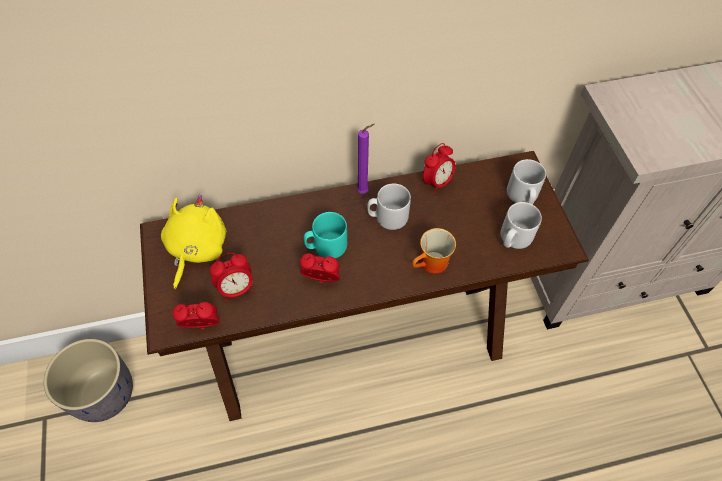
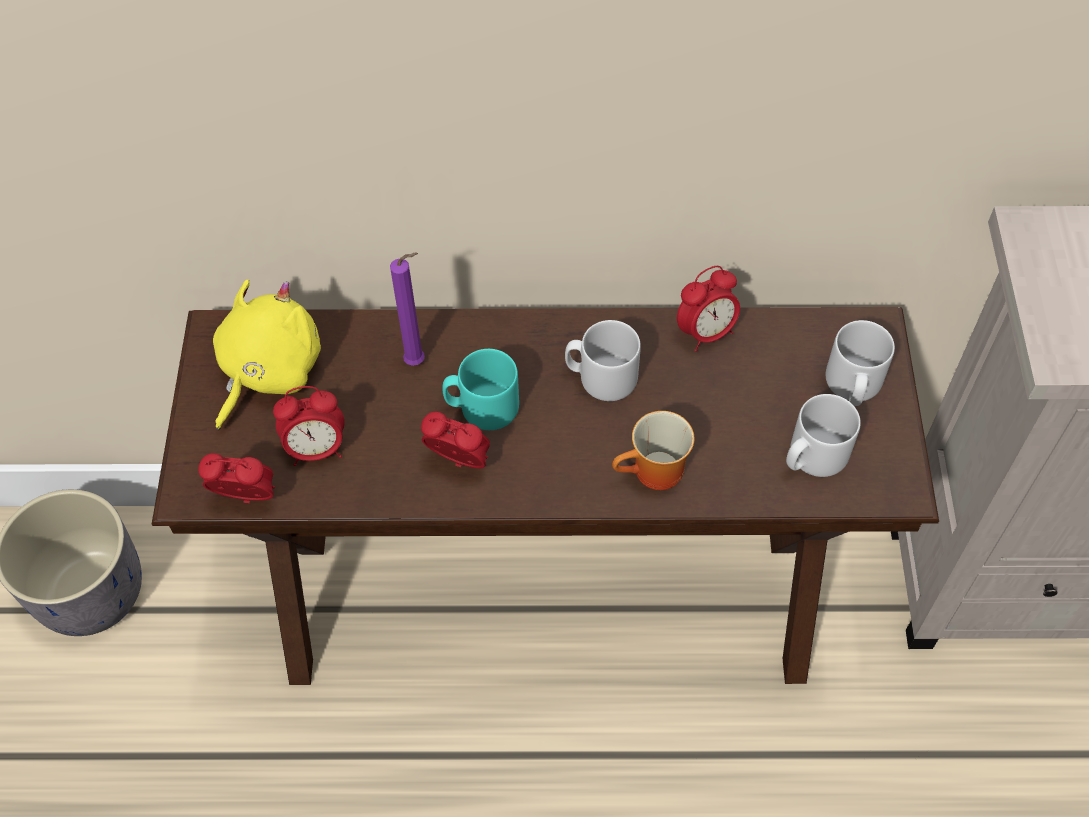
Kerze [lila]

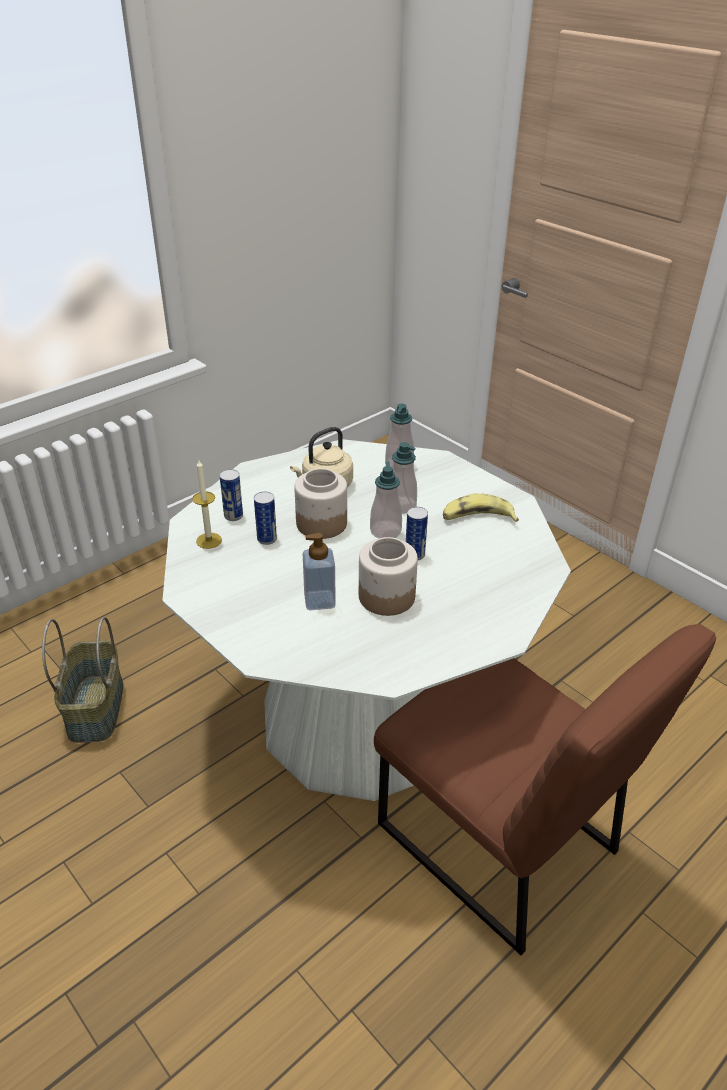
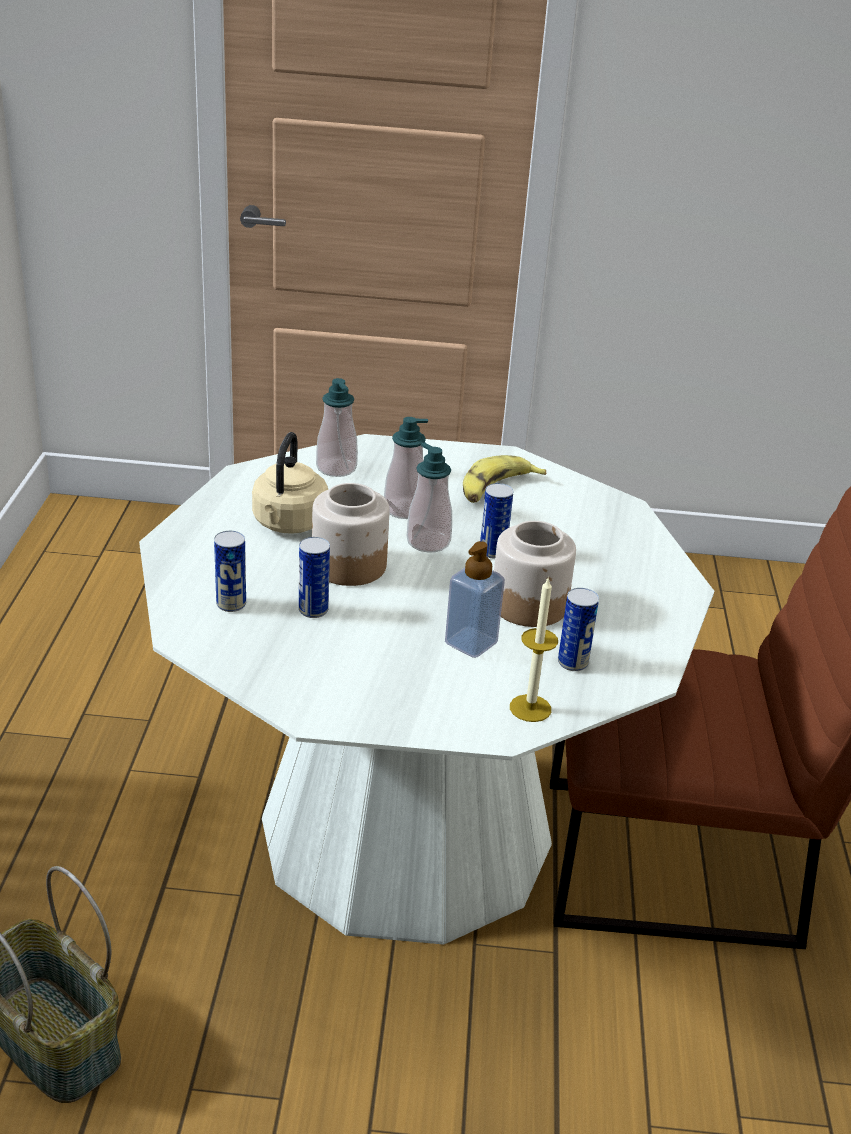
Dose (4th from left)
Kerze

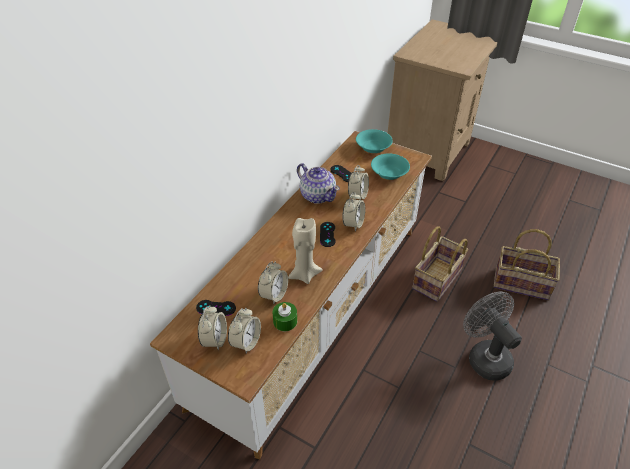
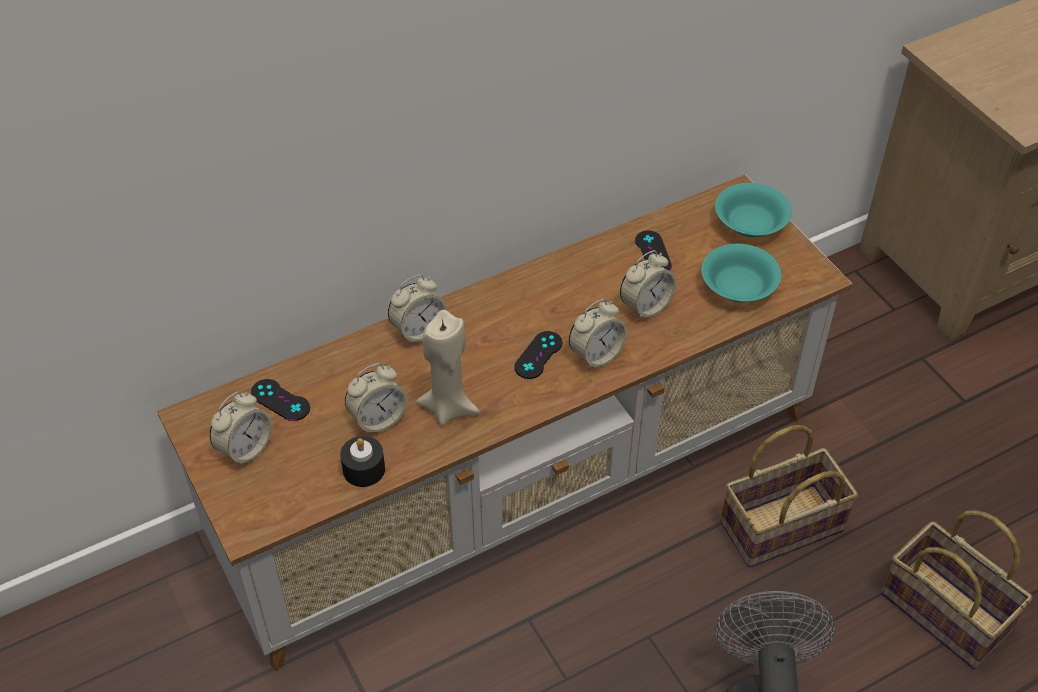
Teekanne
Wecker (3rd from left)
Kerze [schwarz]

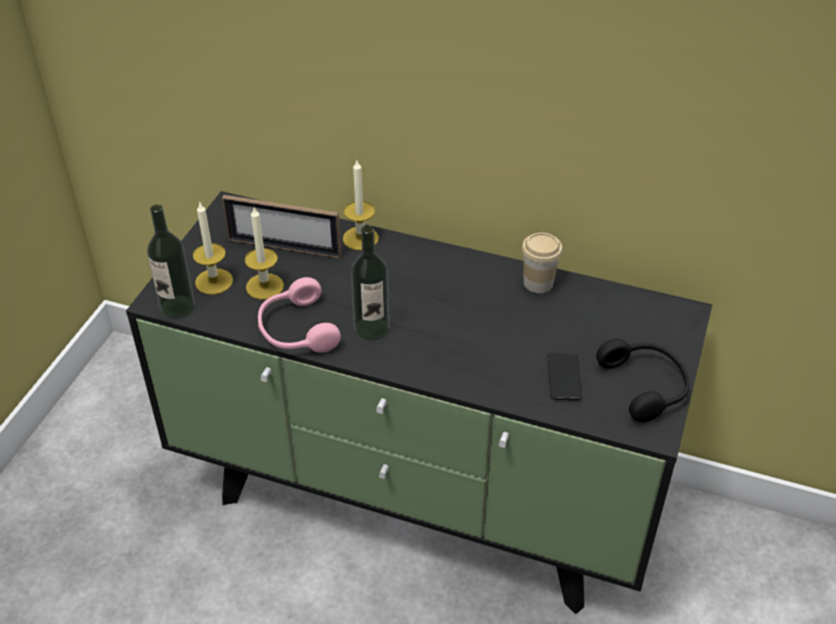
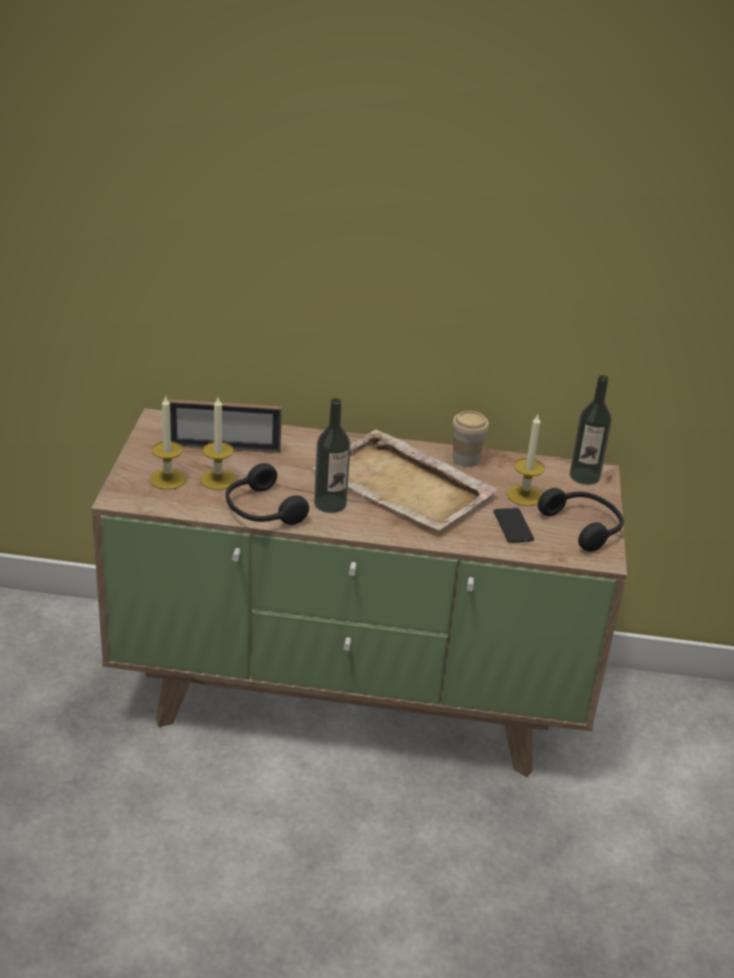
Tablett [beige]
Flasche (2nd from left)
Kerze (3rd from left)
Kommode [grün]
Kopfhörer [schwarz] (1st from left)

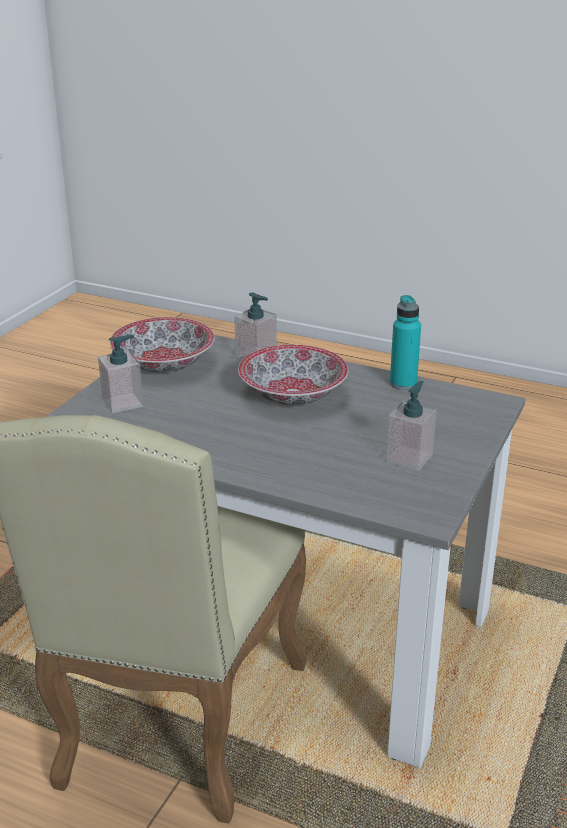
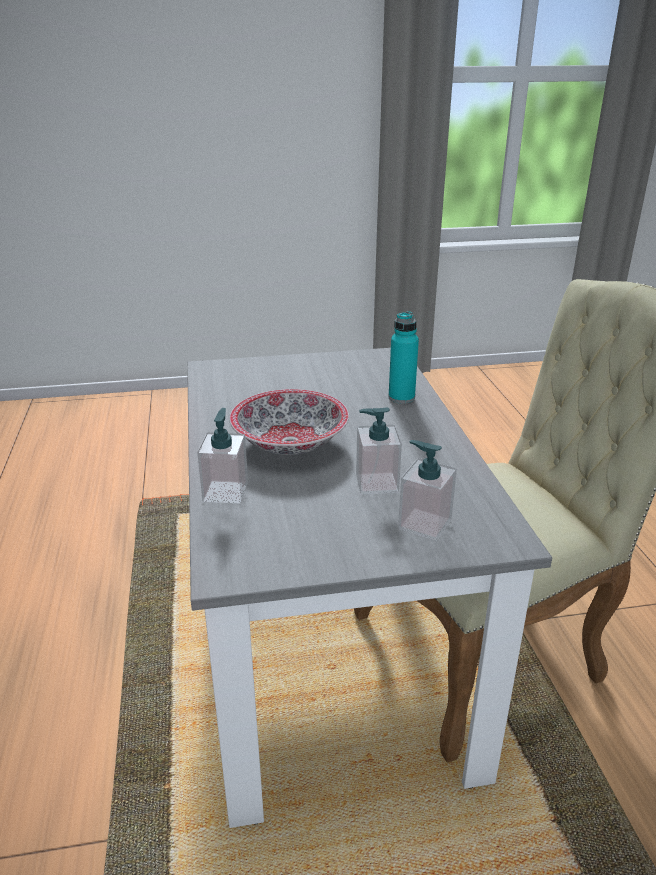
Schüssel (1st from left in the first image)
Seifenspender (2nd from left)
Flasche [türkis]

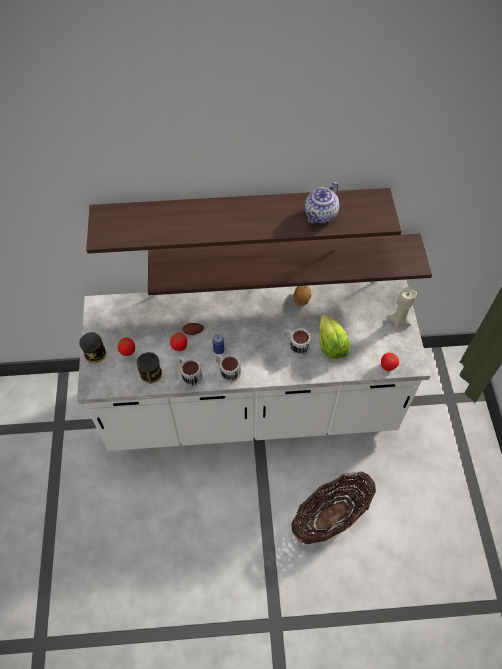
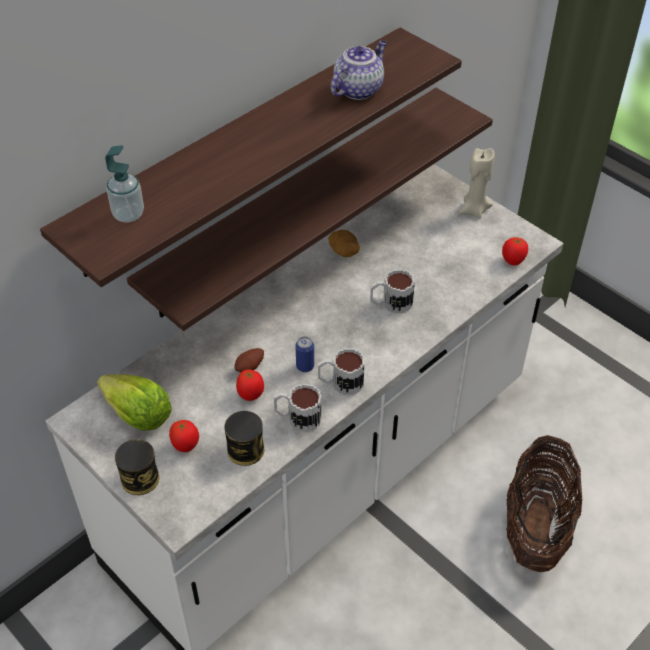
Seifenspender
Salatkopf
Teekanne

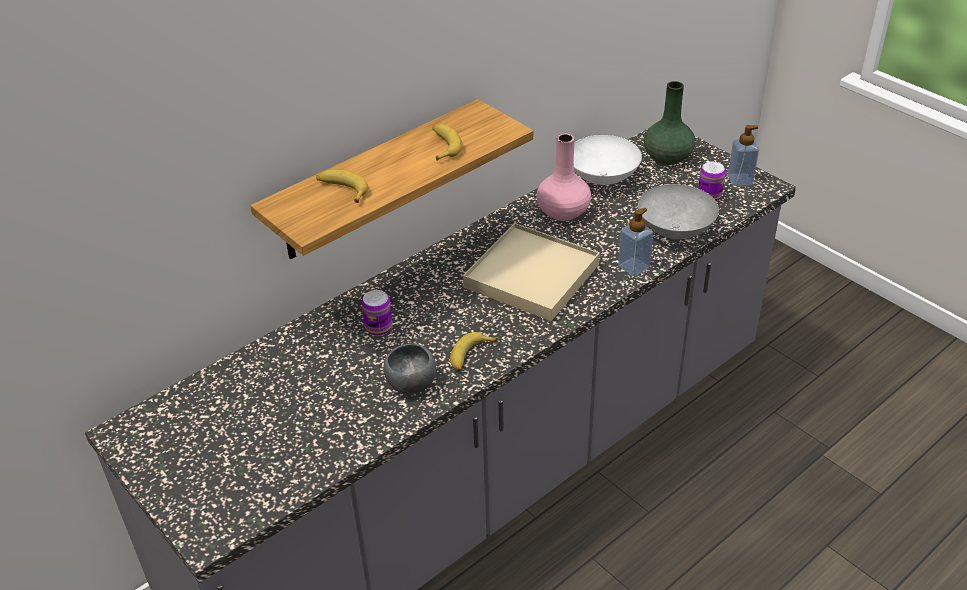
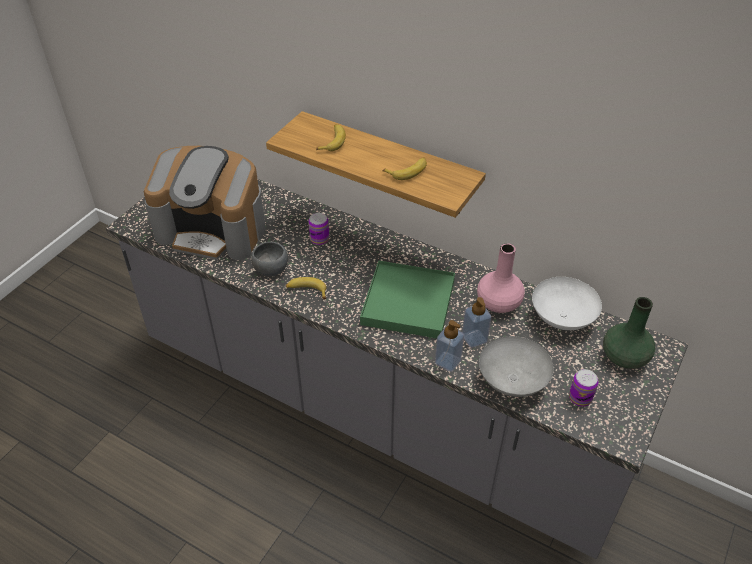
Kaffeemaschine
Seifenspender (2nd from left)
Tablett [grün]

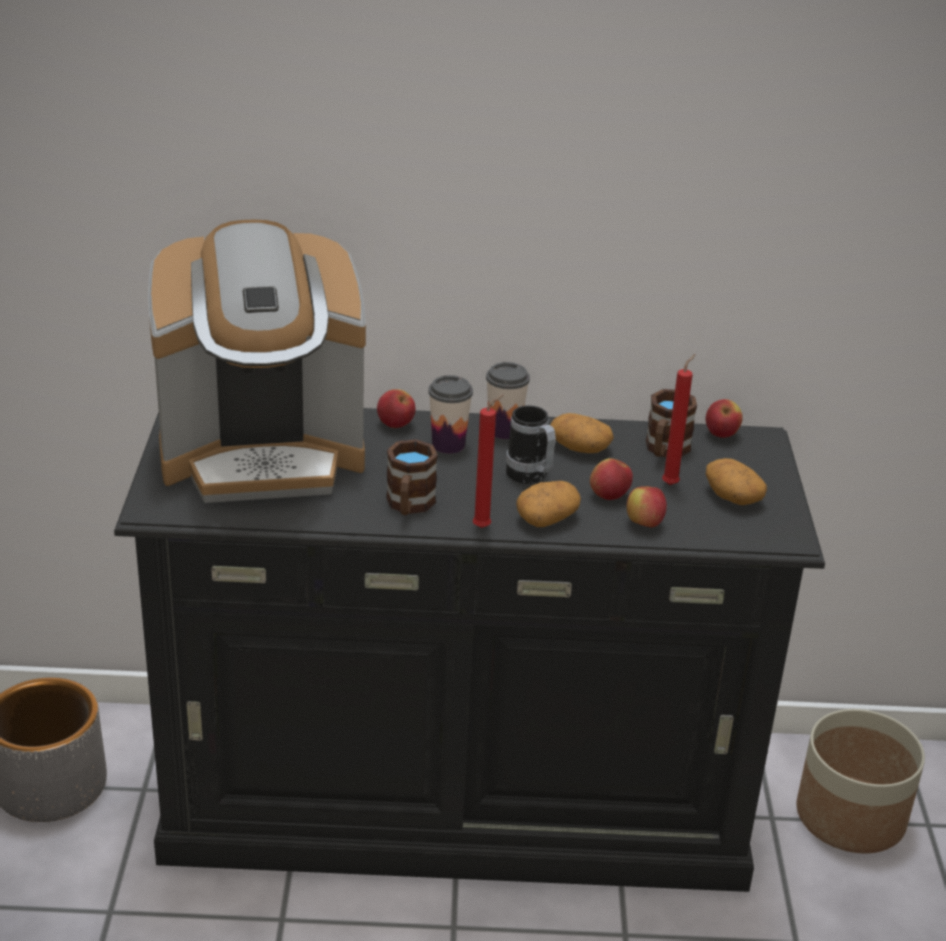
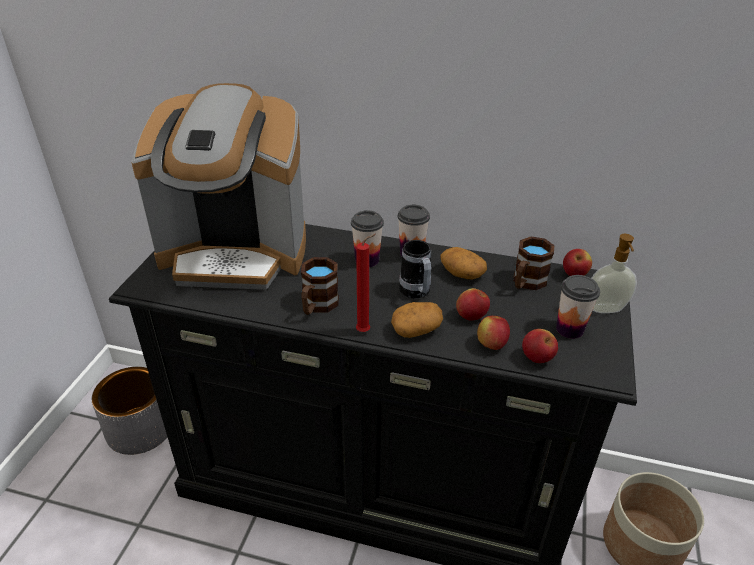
Kerze [rot] (2nd from left in the first image)
Seifenspender
Apfel (3rd from left)
Tasse (3rd from left)

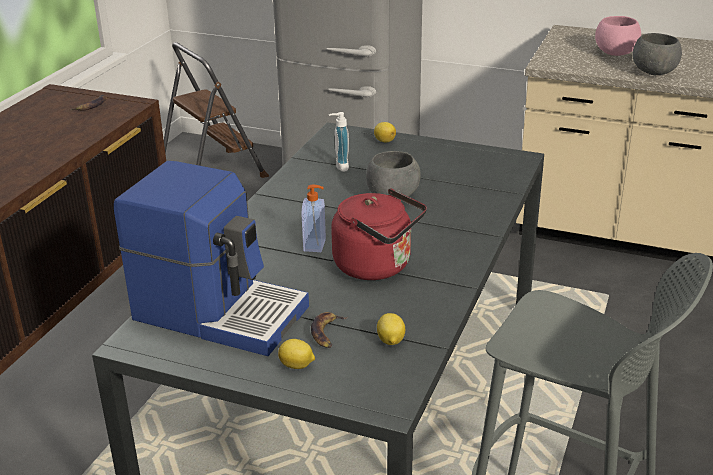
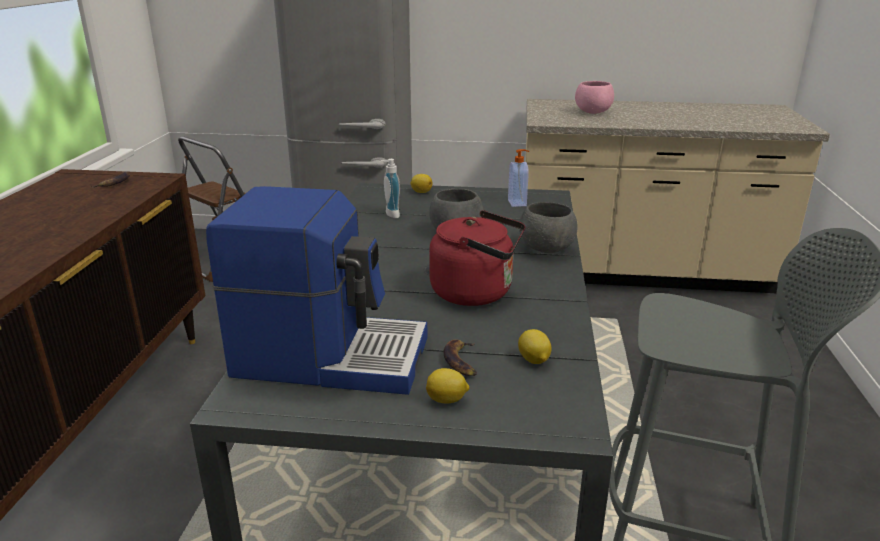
Seifenspender (2nd from left)
Schüssel [grau] (2nd from left)

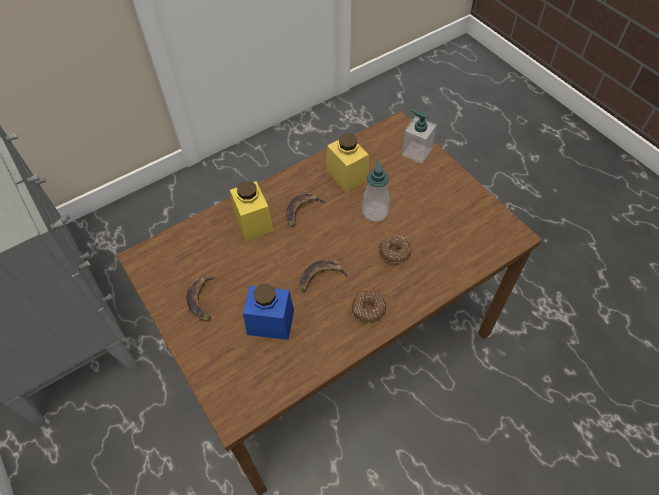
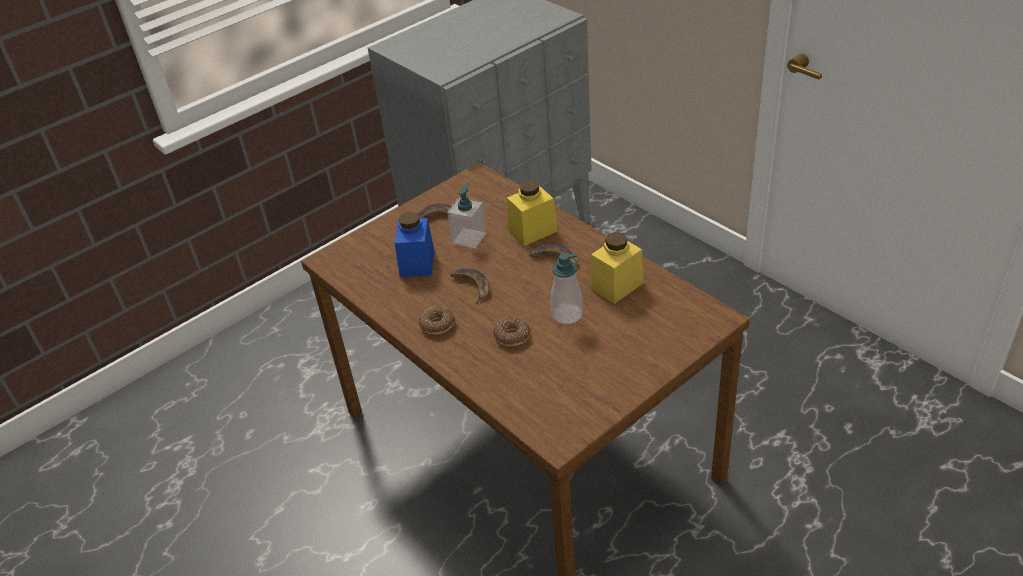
Seifenspender (1st from left)

